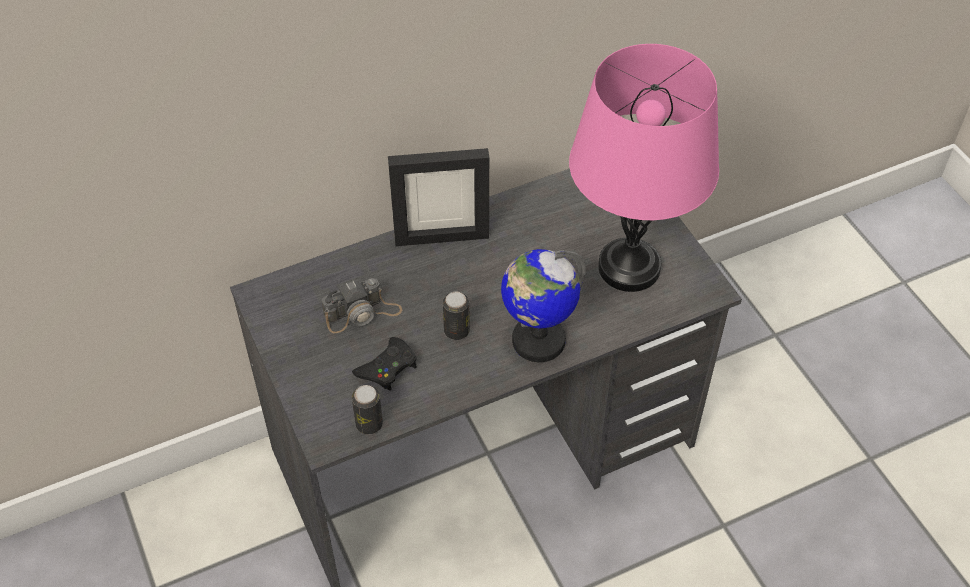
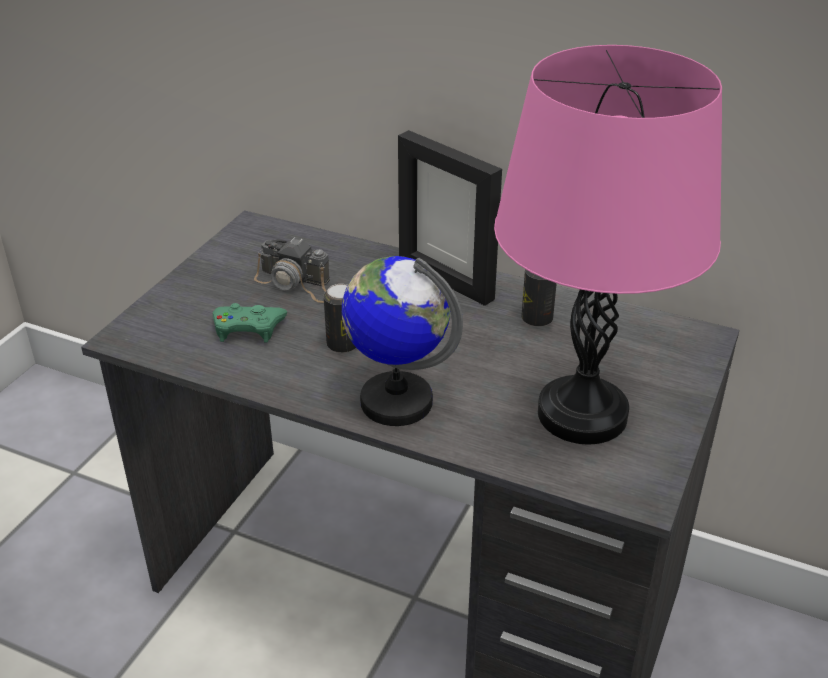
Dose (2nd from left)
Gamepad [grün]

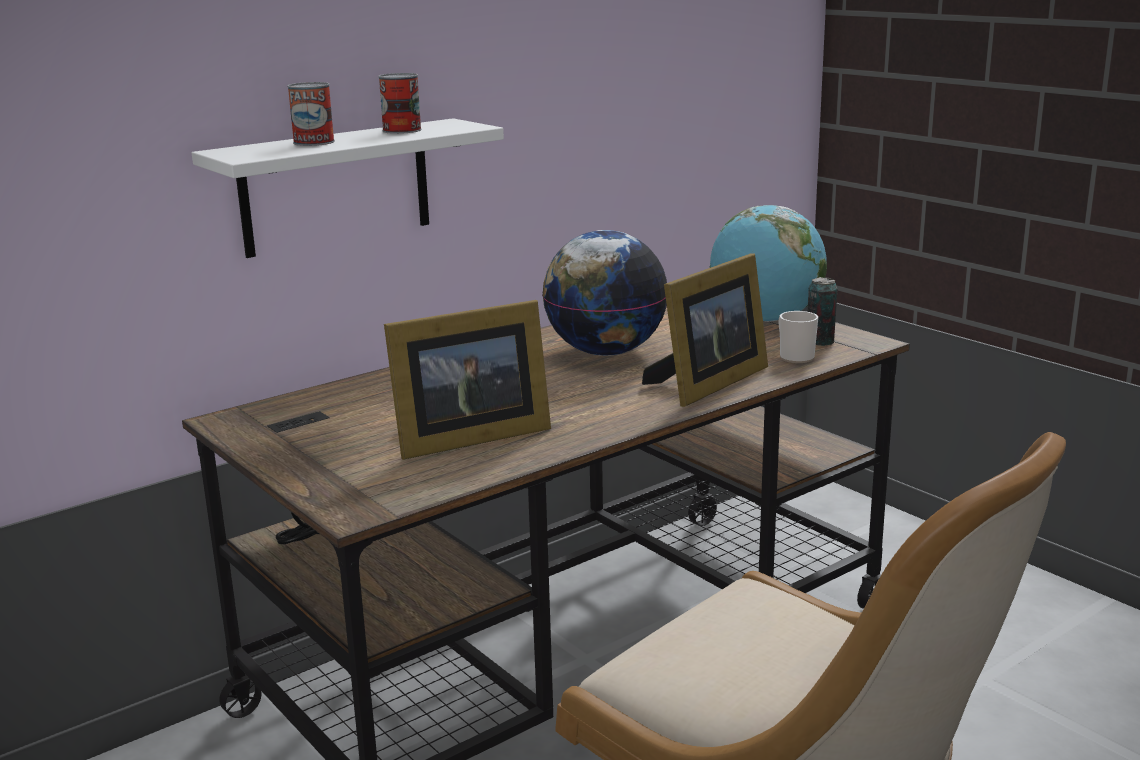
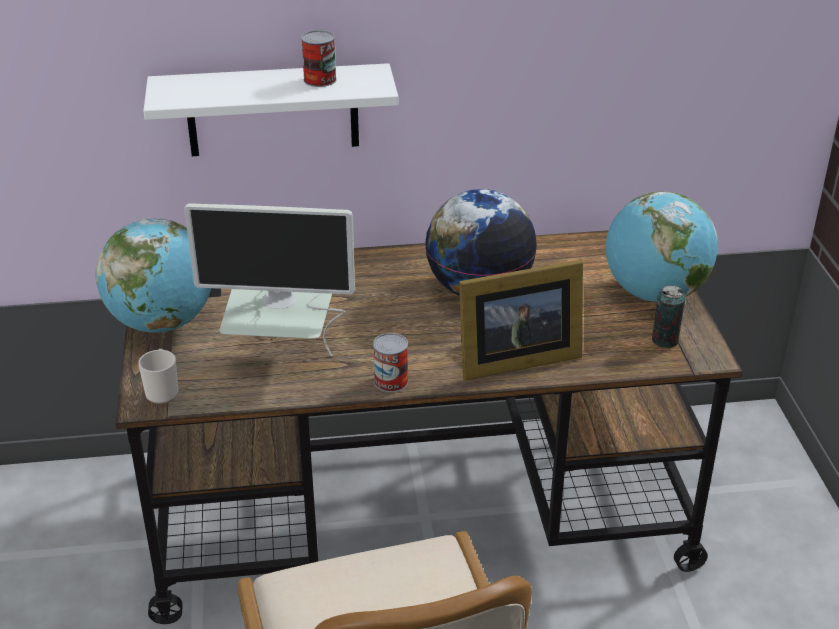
Globus (1st from left)
Dose (2nd from left)
Henkelbecher
Monitor

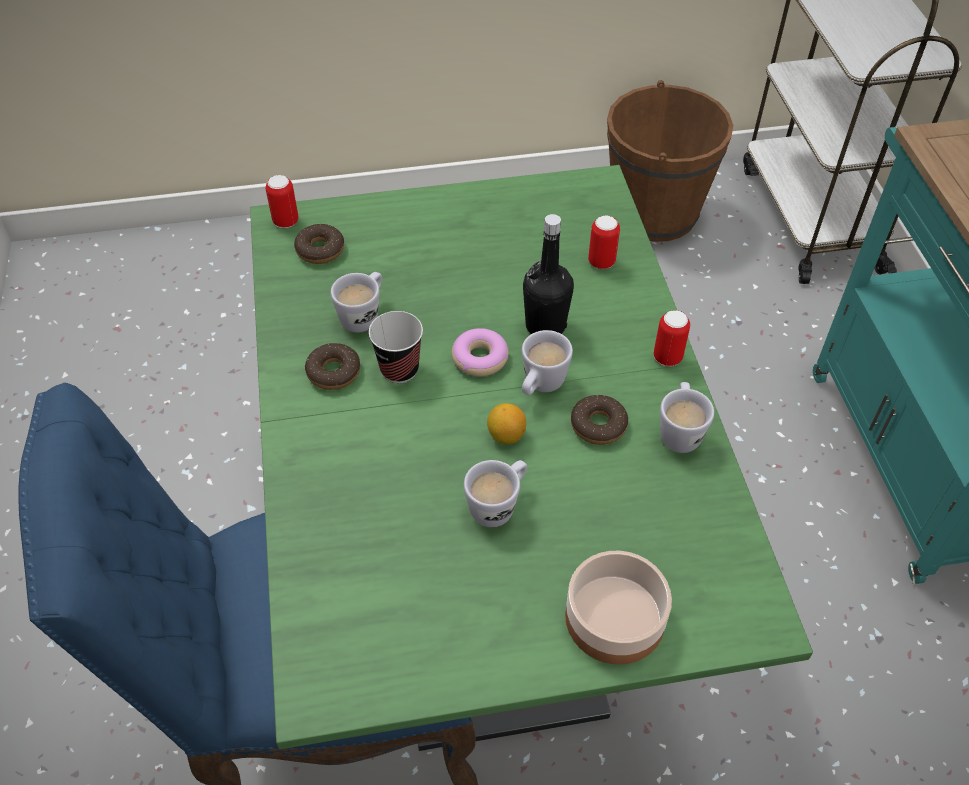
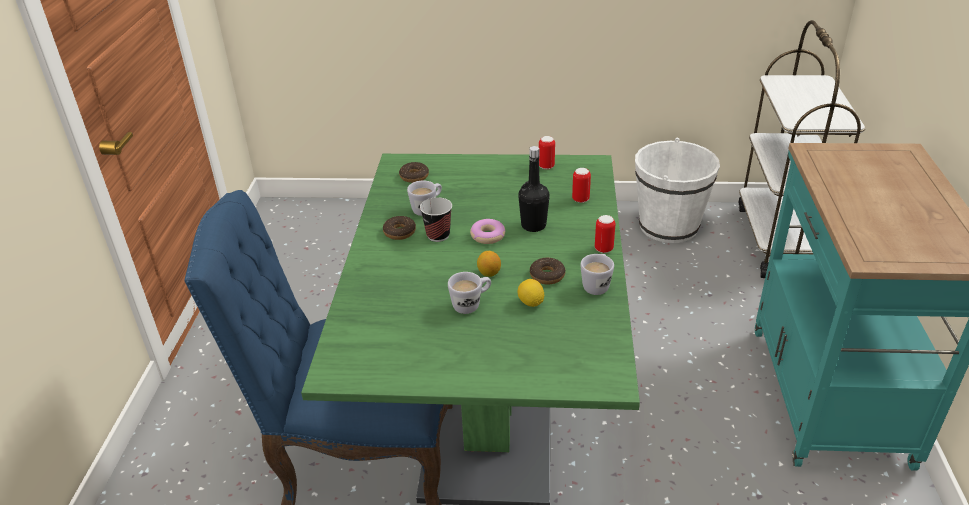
Henkelbecher [weiß] (3rd from left in the first image)
Schüssel
Zitrone (2nd from left)
Dose (1st from left)
Eimer [weiß]

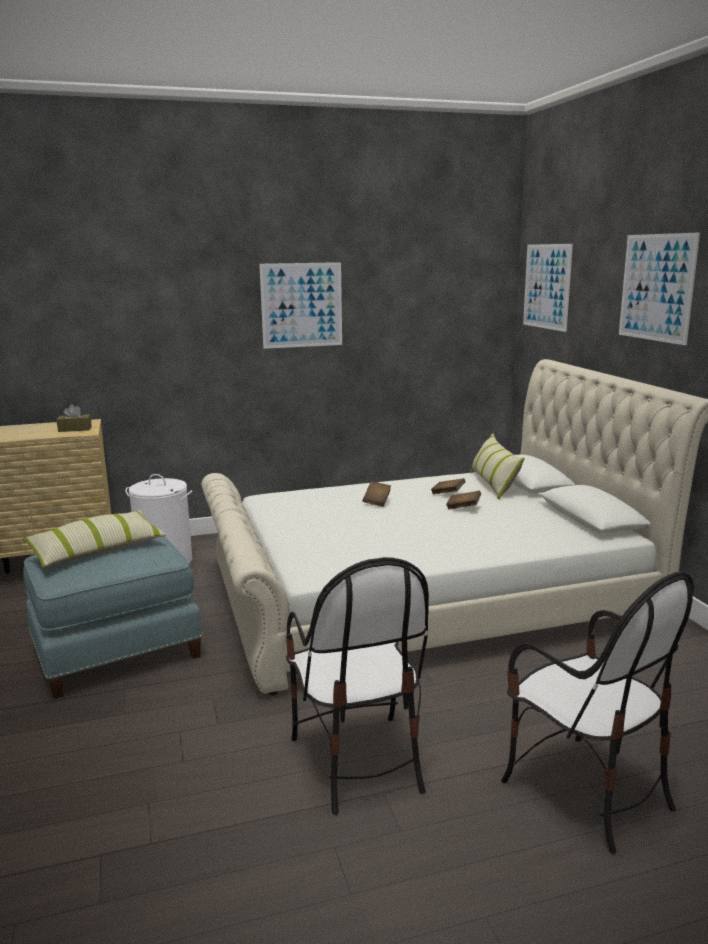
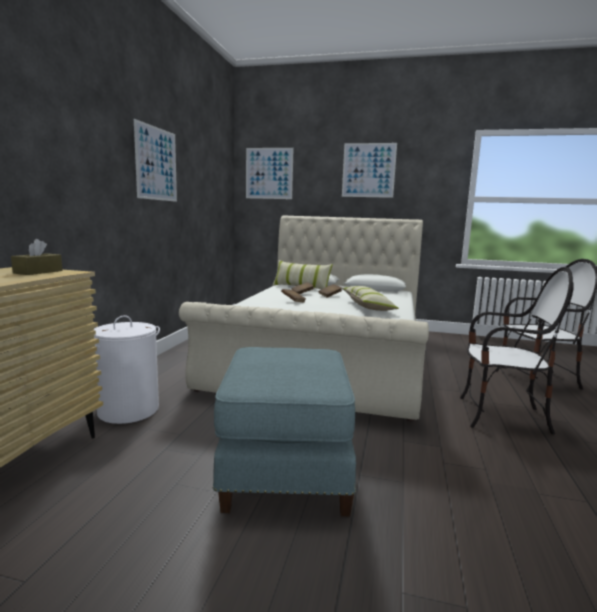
Kissen (2nd from left)

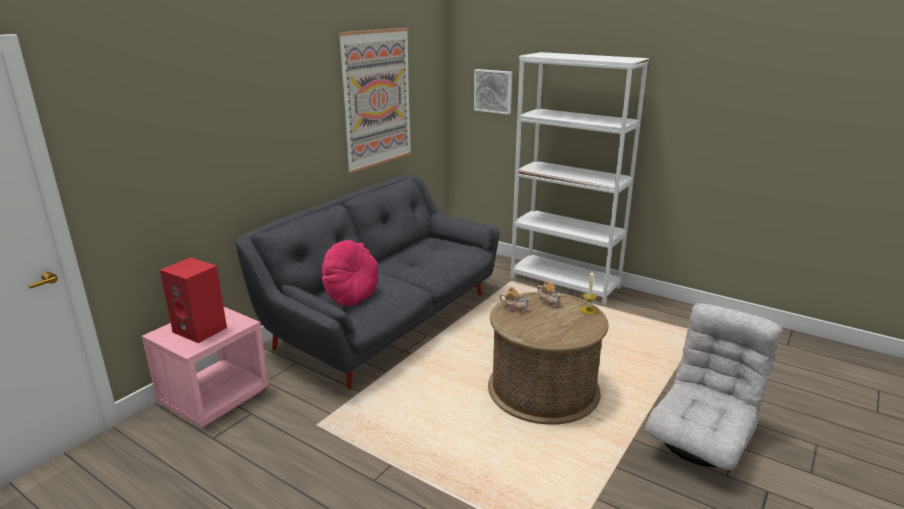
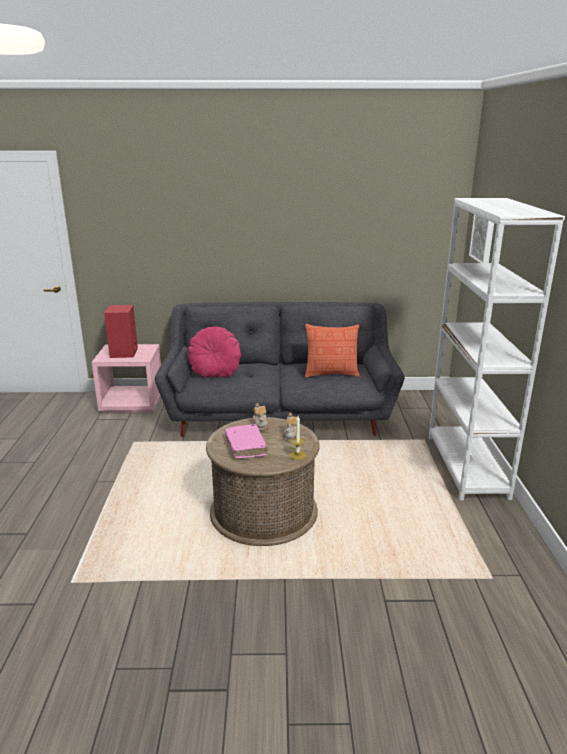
Bild (1st from left in the first image)
Sessel [grau]
Buch [rosa]
Kissen [orange]

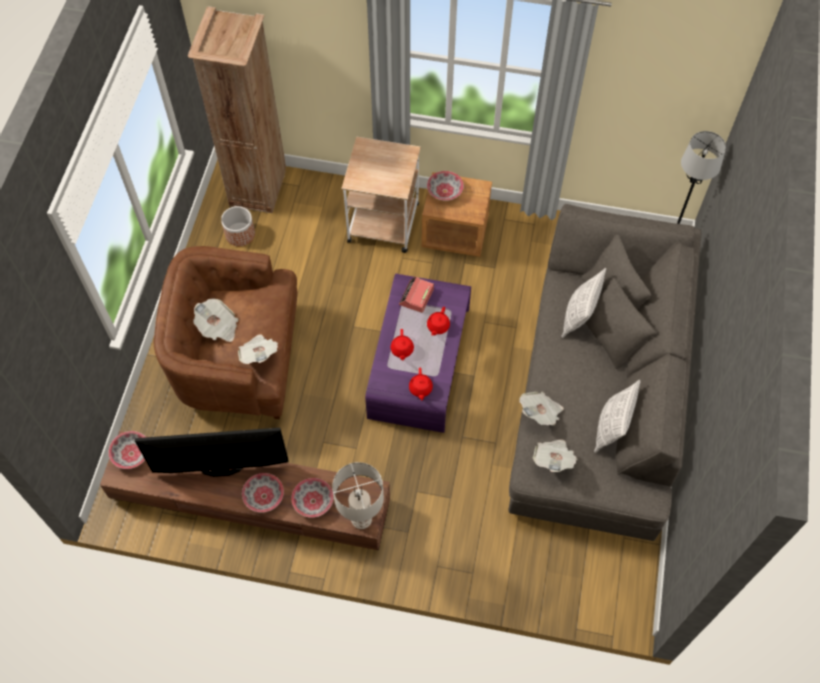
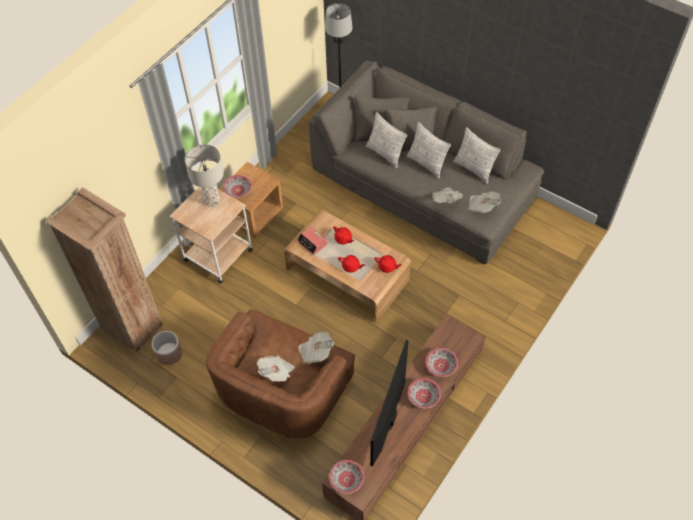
Kissen (2nd from left)
Tischlampe [weiß]
Couchtisch [braun]

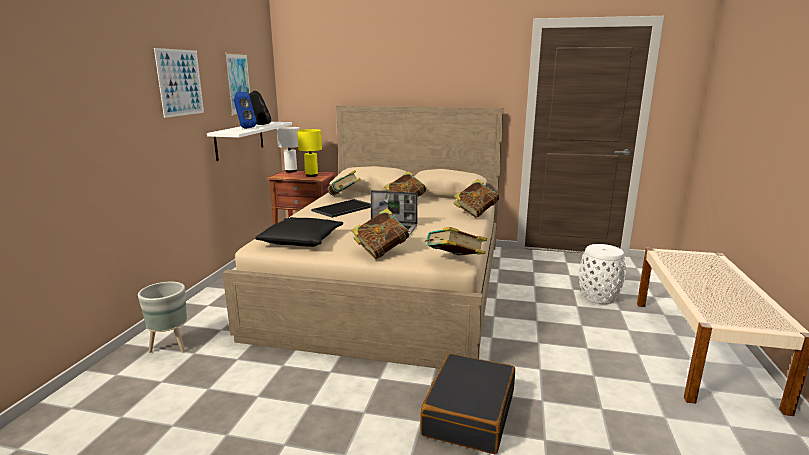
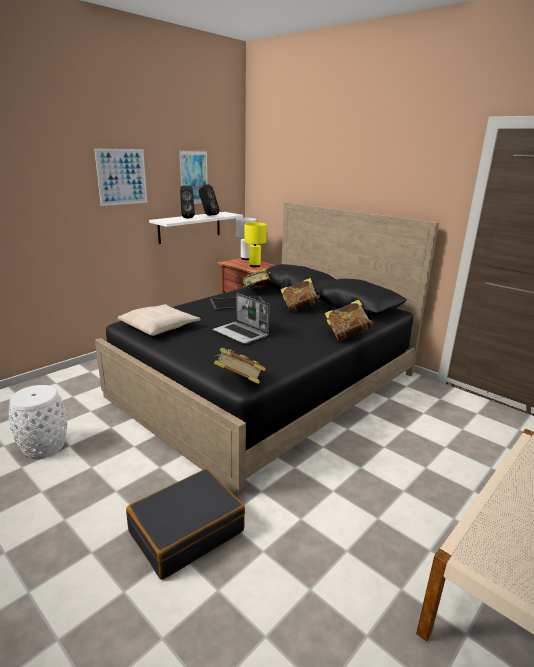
Pflanzkübel [grau]
Buch (2nd from left in the first image)
Hocker [weiß]
Bett [schwarz]
Lautsprecher [schwarz] (1st from left)
Kissen [beige]

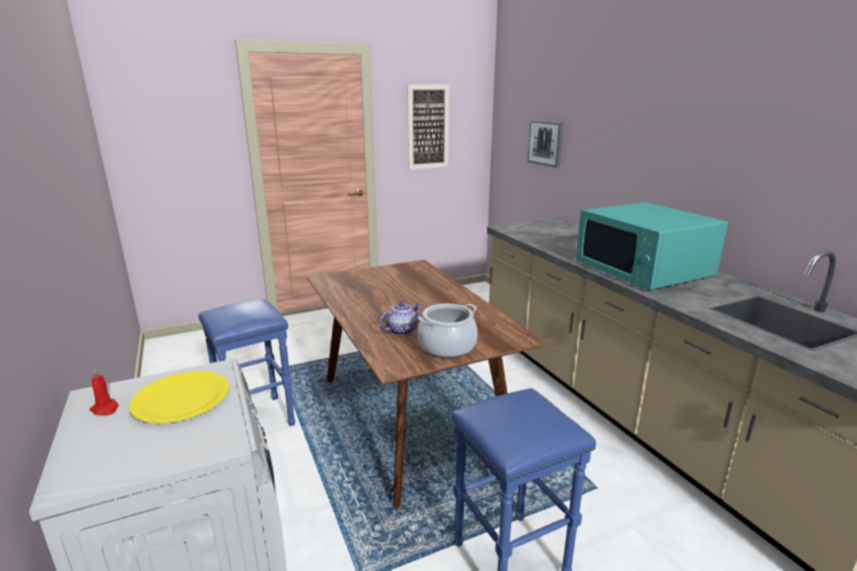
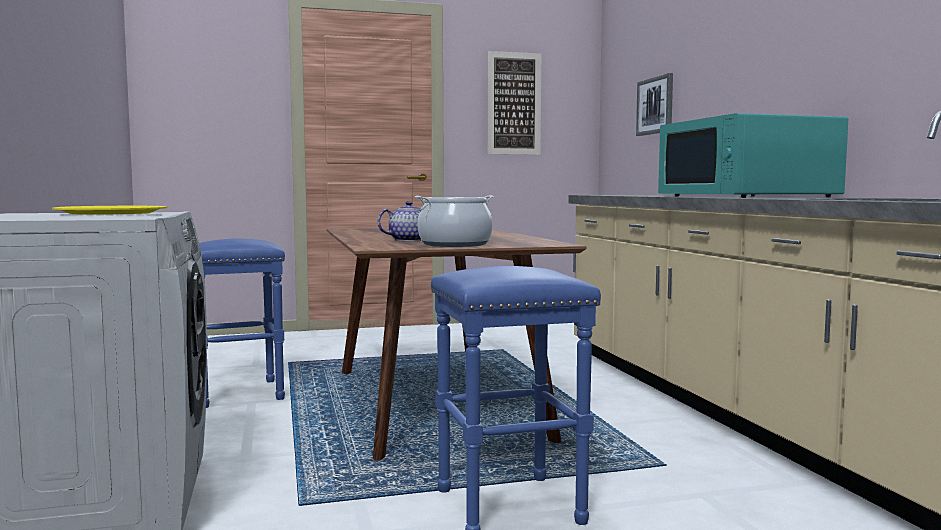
Kerze [rot]

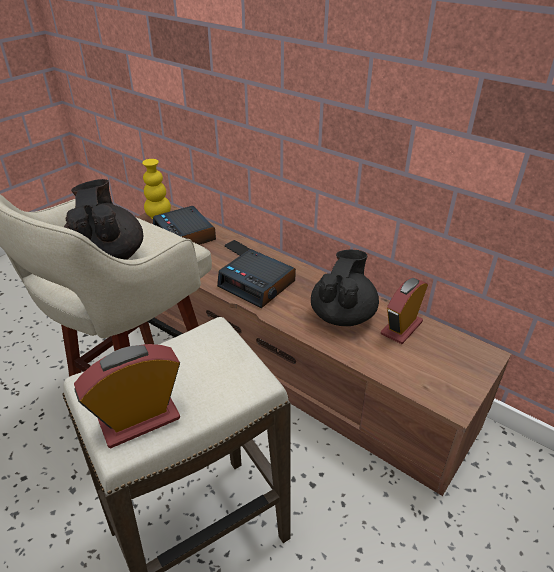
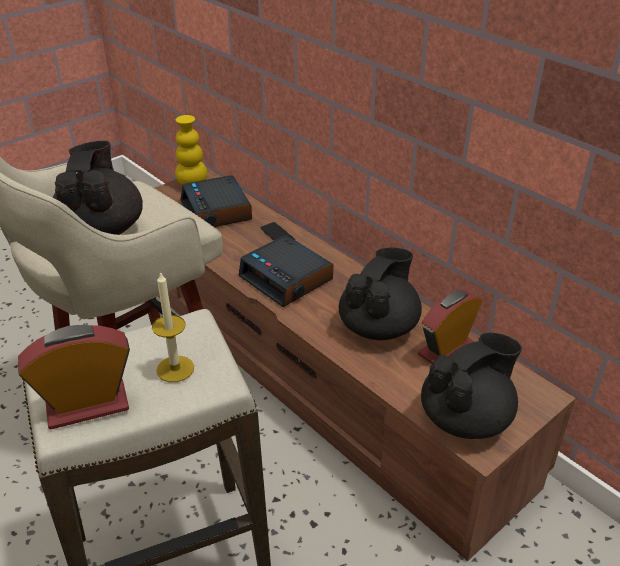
Kerze
Teekanne [schwarz] (3rd from left)

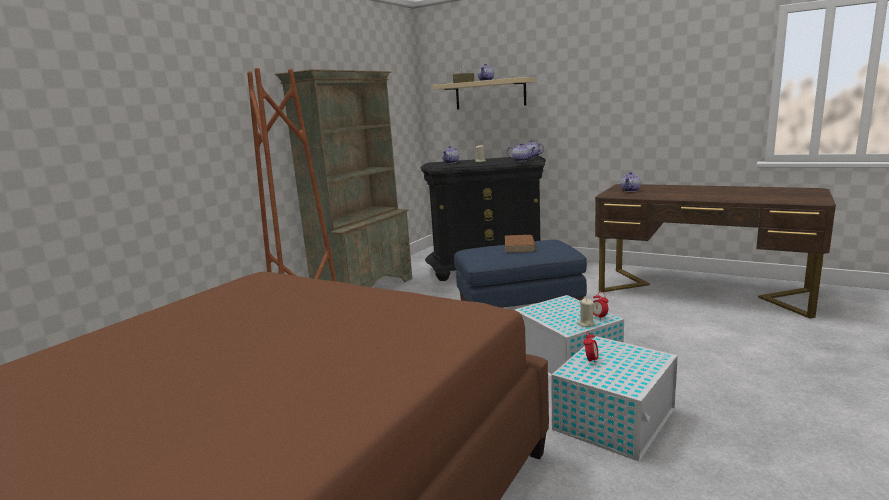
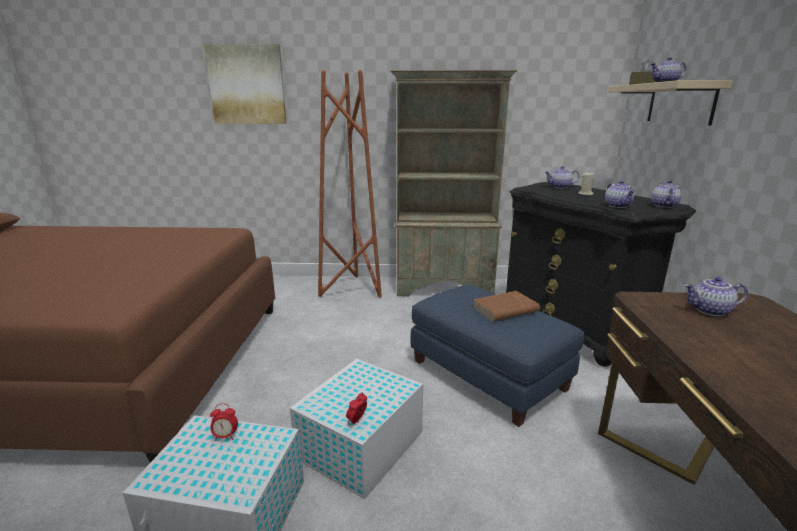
Kerze [beige] (2nd from left in the first image)
Bild

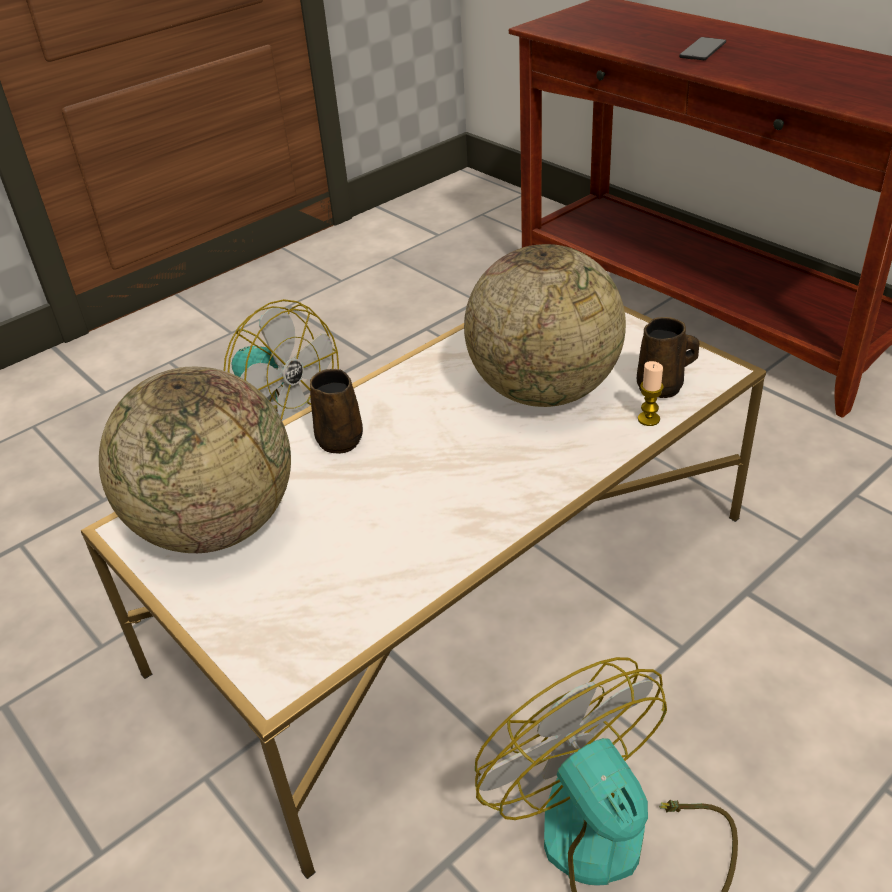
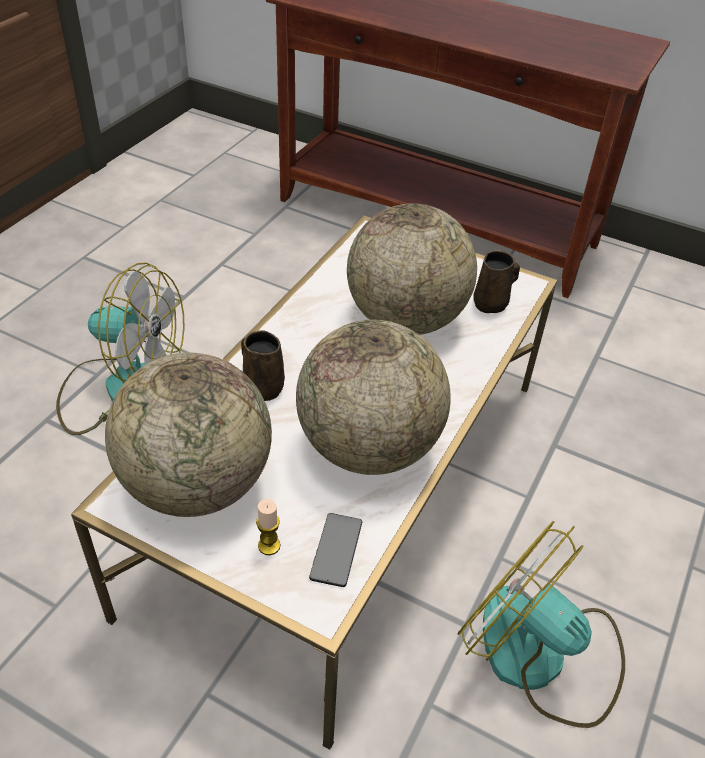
Globus (2nd from left)
Kerze
Handy

